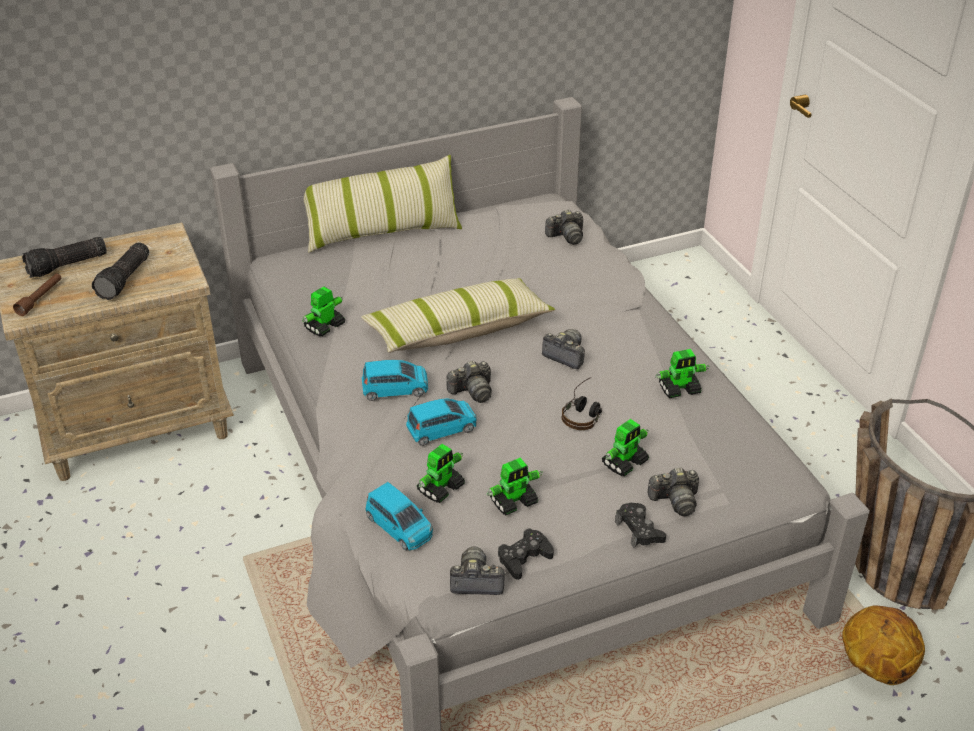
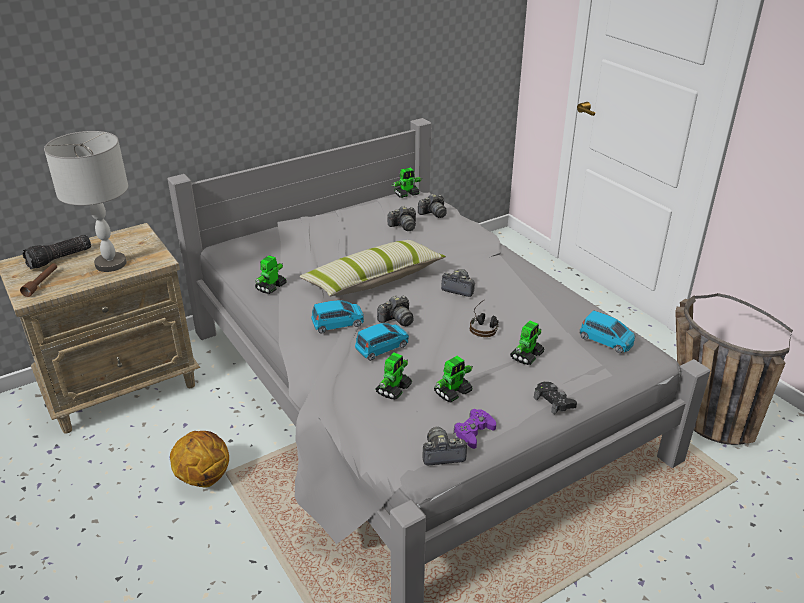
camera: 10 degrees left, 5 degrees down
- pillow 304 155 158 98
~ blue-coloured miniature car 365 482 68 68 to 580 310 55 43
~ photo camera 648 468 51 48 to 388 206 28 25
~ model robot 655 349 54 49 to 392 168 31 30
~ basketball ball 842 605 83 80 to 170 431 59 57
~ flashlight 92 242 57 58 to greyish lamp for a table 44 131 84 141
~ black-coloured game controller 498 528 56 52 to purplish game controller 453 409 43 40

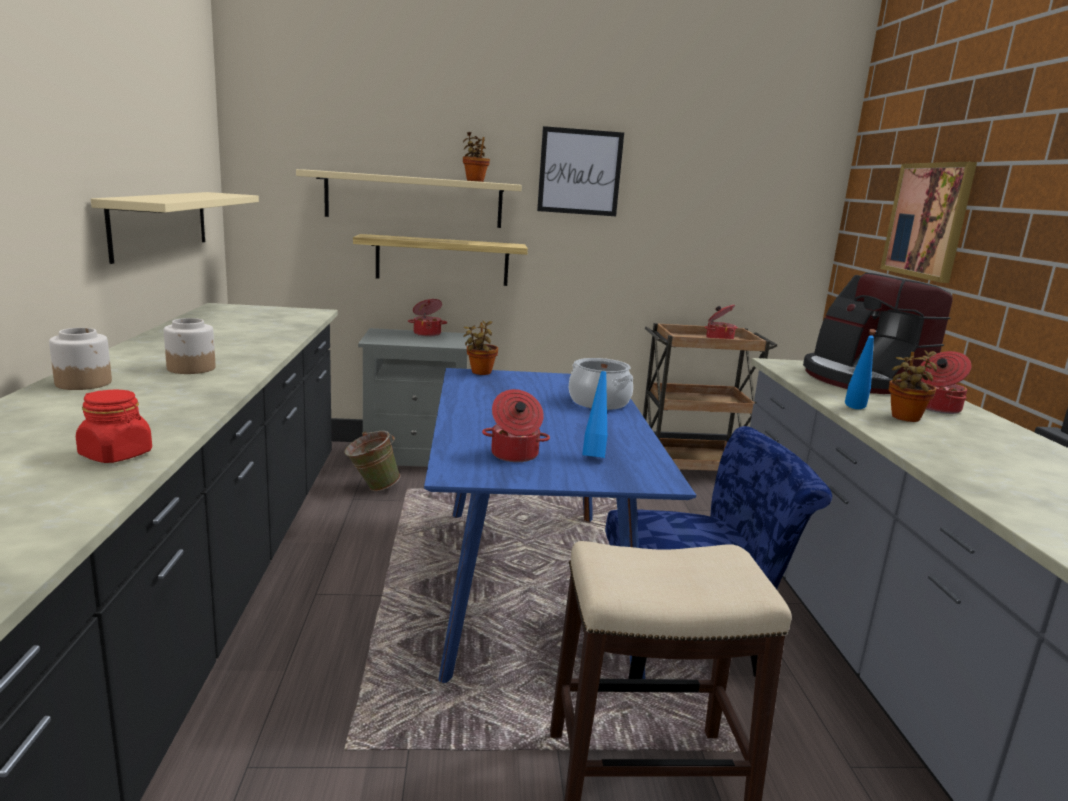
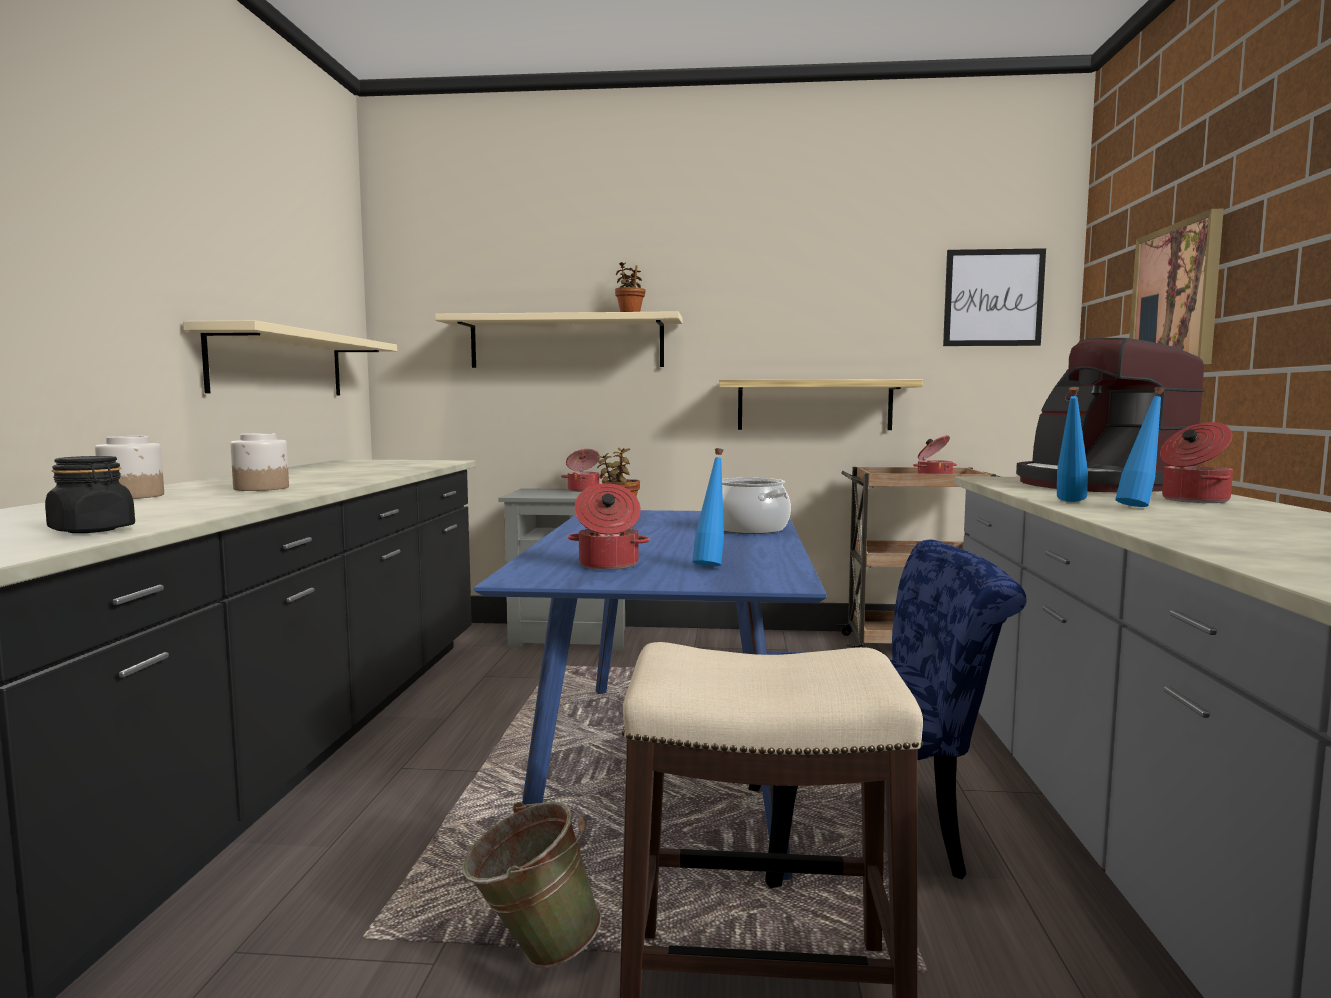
camera: 10 degrees right, 10 degrees down
~ green bucket 344 431 56 60 to 463 802 138 166
~ shelf 353 234 175 52 to 719 379 204 51
~ picture 537 126 87 90 to 943 248 103 98
~ plant in a pot 889 350 48 72 to blue-coloured beverage bottle 1115 387 49 120
~ reddish preserve jar 76 390 76 73 to black-coloured preserve jar 45 456 90 77

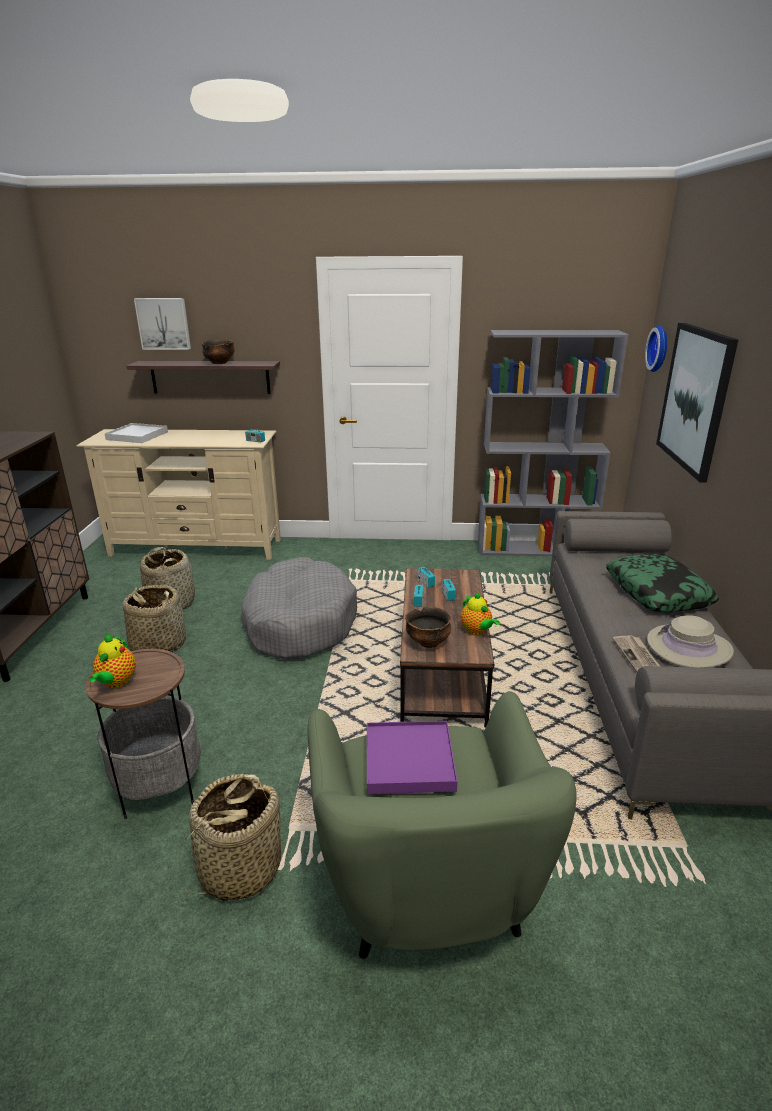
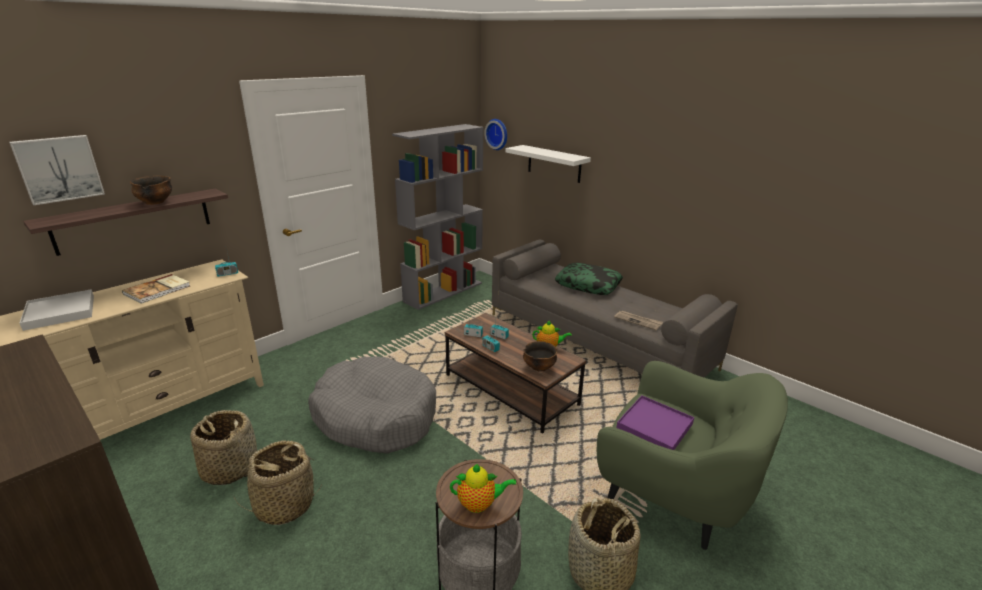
camera: 50 degrees left, 0 degrees up
- beige clothing hat 647 615 87 53
+ bound book 122 274 68 30
~ picture 656 323 82 160 to white-coloured shelf 506 145 85 38
~ teapot 89 634 47 54 = 450 464 66 49 45 degrees counterclockwise

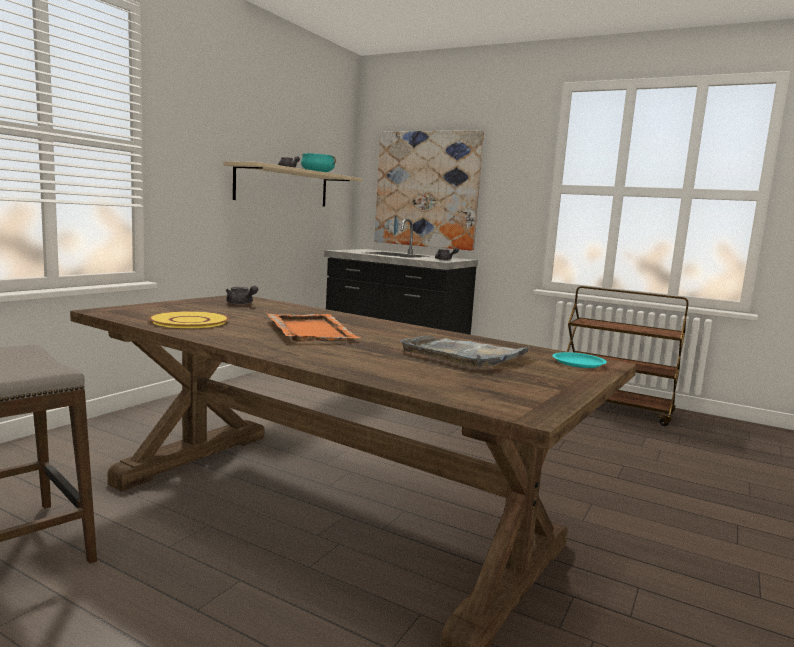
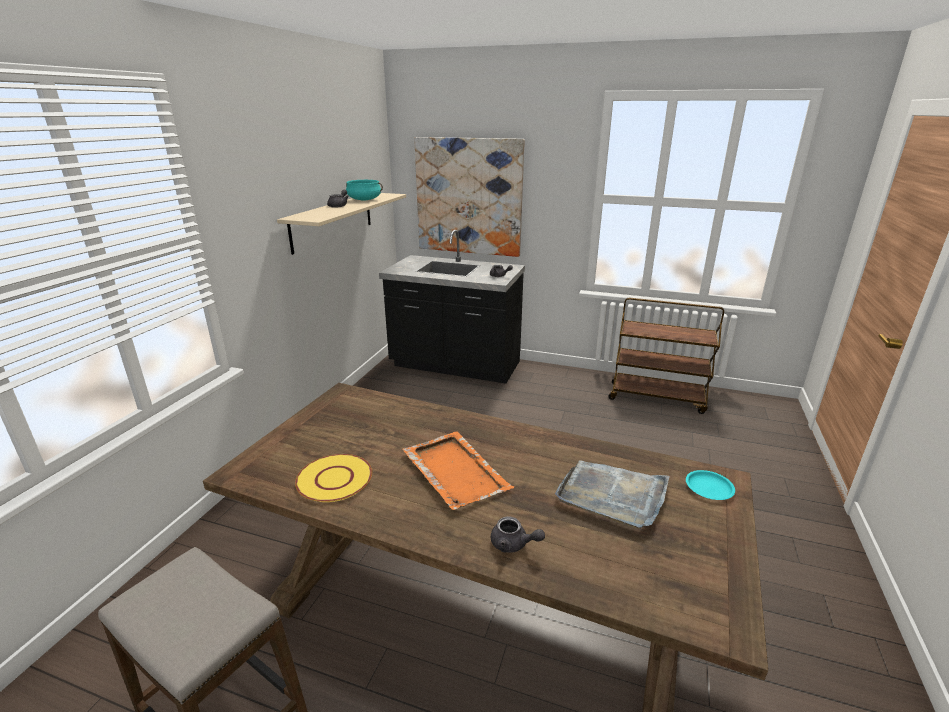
camera: 10 degrees left, 15 degrees up
~ greyish teapot 226 286 32 19 to 491 517 54 36

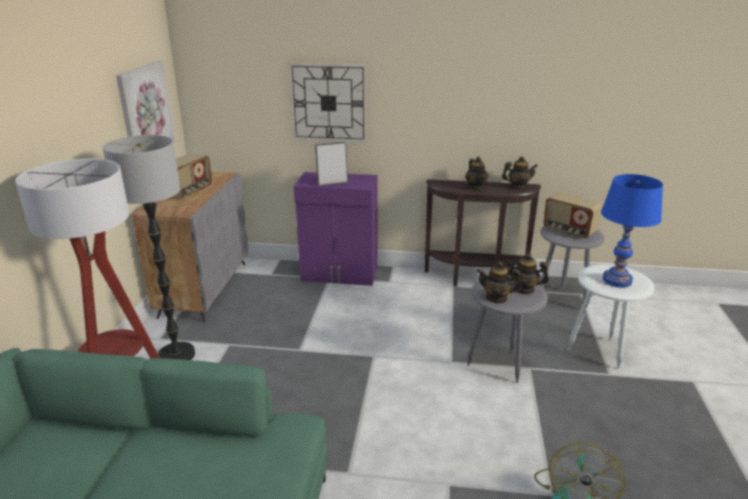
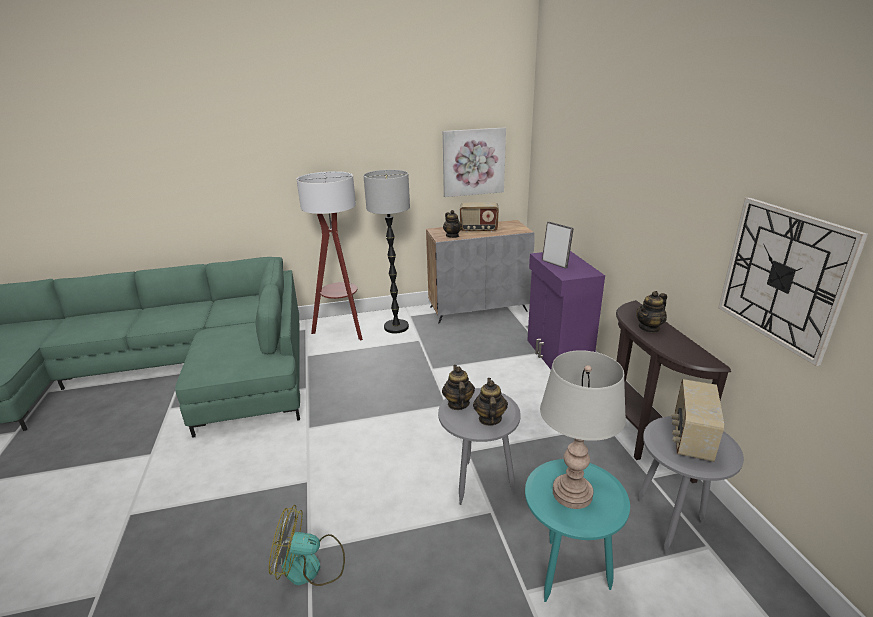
camera: 70 degrees right, 0 degrees up
~ clock on the wall 288 63 79 80 to 718 197 150 169
~ teapot 502 156 36 33 to 443 210 19 28
~ white-coloured side table 568 264 87 105 to blue-green side table 525 459 105 143
~ blue-coloured lamp for a table 601 174 62 114 to greyish lamp for a table 540 350 86 159

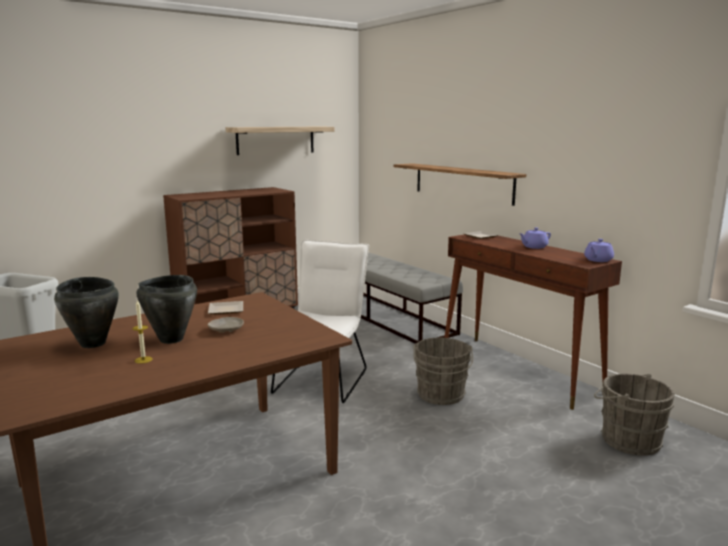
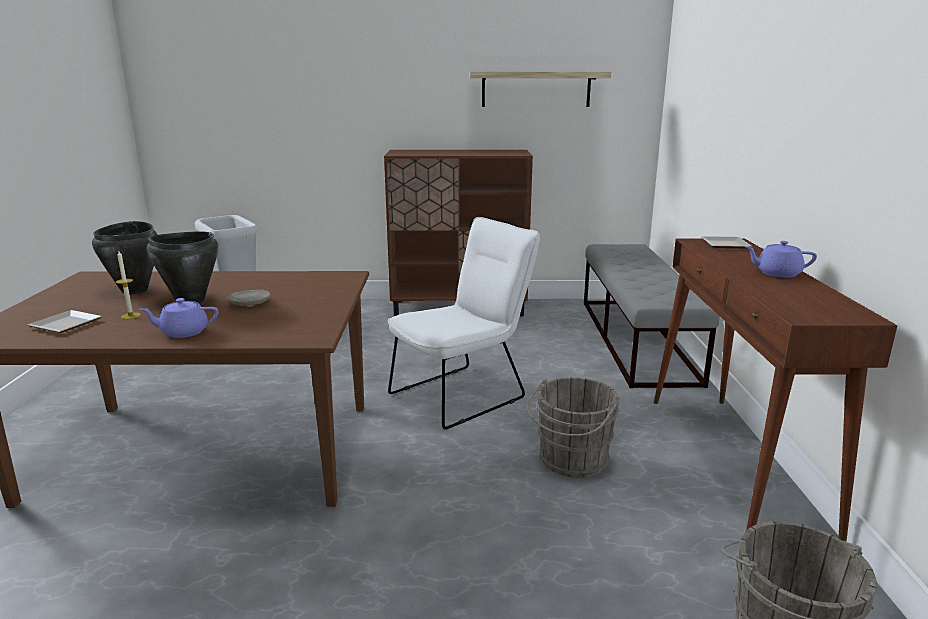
camera: 35 degrees right, 5 degrees up
- shelf 393 163 133 43
~ flat dish 208 301 35 14 to 28 310 74 23
~ purplish teapot 584 239 30 23 to 139 298 79 40

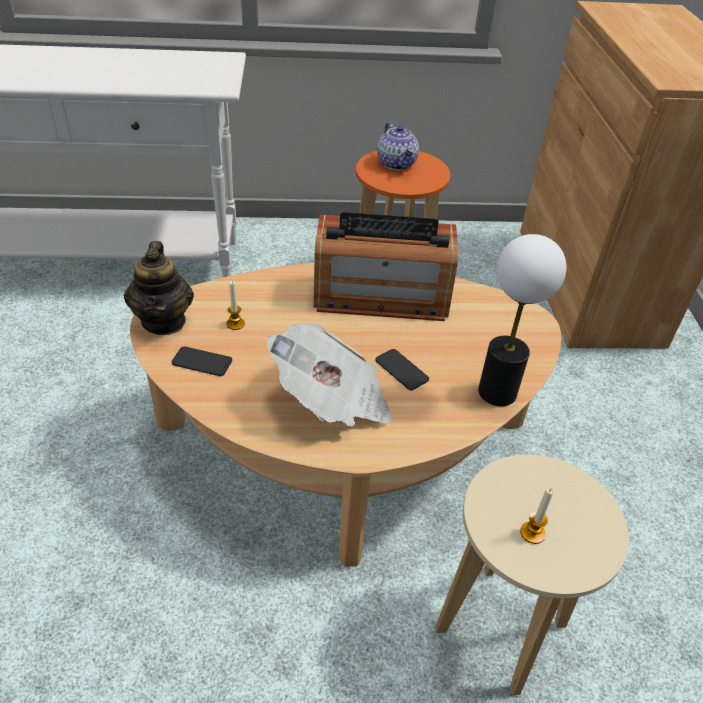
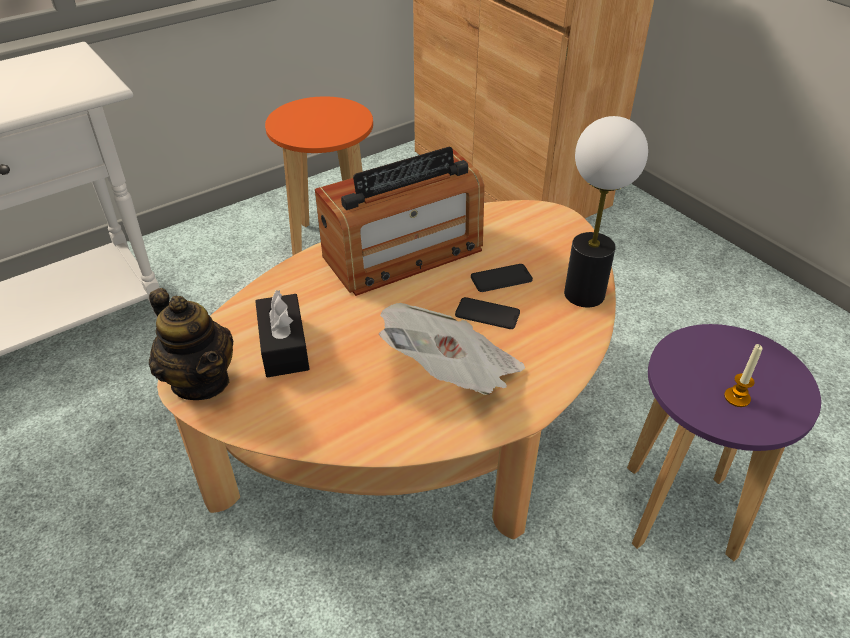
camera: 30 degrees left, 0 degrees up
- teapot 377 122 42 48
~ phone 172 347 60 29 to 471 264 62 28
~ candle 226 280 19 50 to black-coloured box of tissues 255 290 55 87
~ beige stool seat 435 454 194 241 to purplish stool seat 627 324 194 237

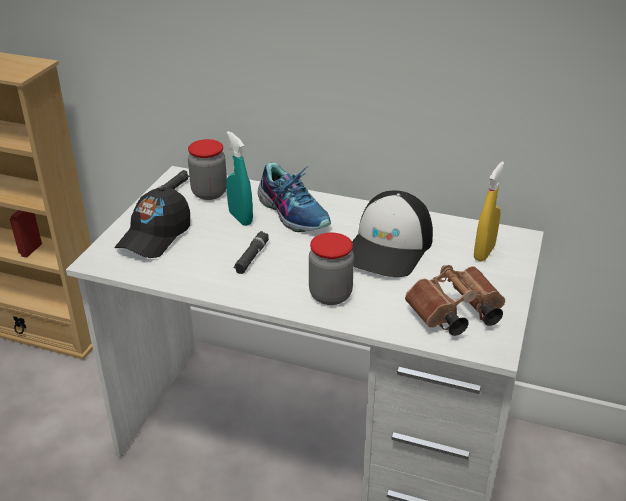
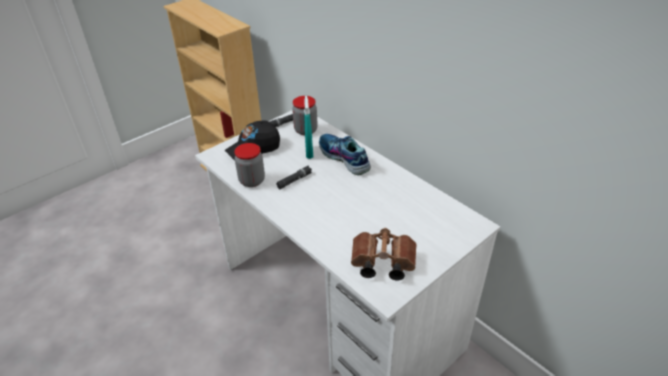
camera: 30 degrees right, 5 degrees up
- cap 352 191 81 86
- yellow sprayer 474 161 30 101
~ preserve jar 309 233 45 72 to 234 143 31 44
~ item of footwear 257 162 74 70 = 319 134 52 41 150 degrees clockwise

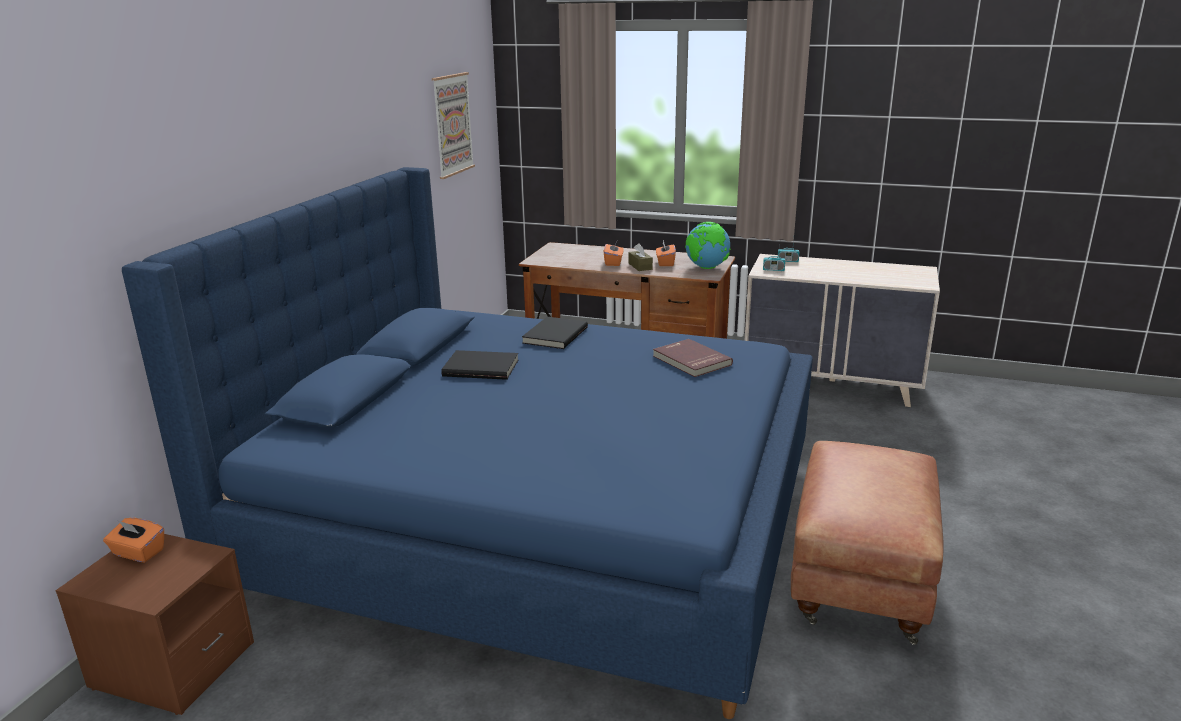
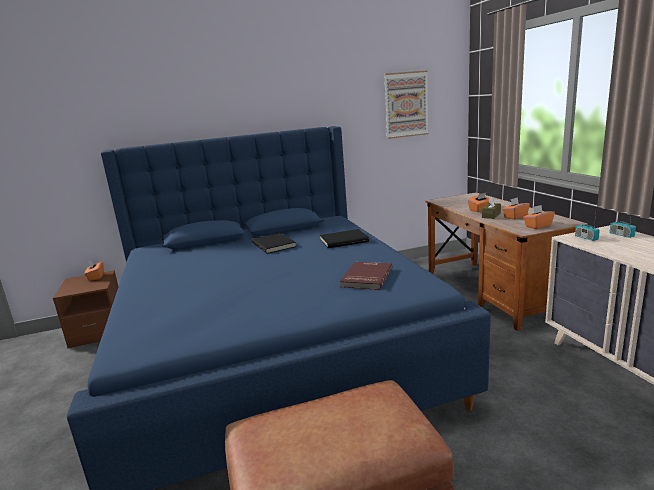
camera: 55 degrees right, 5 degrees down
~ world globe 685 222 46 47 to orange box of tissues 523 205 32 24

